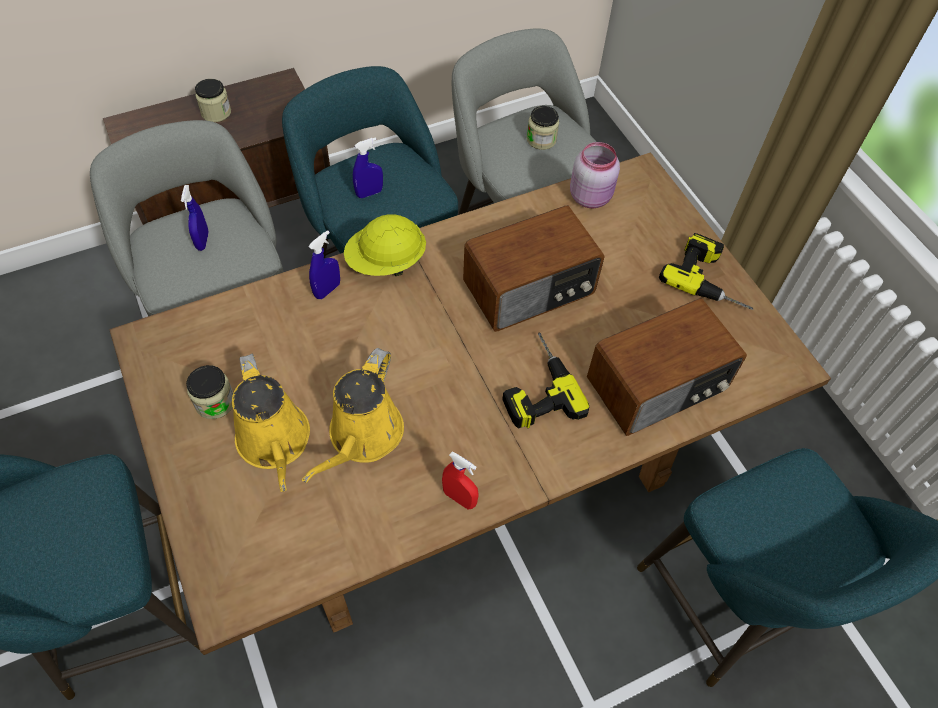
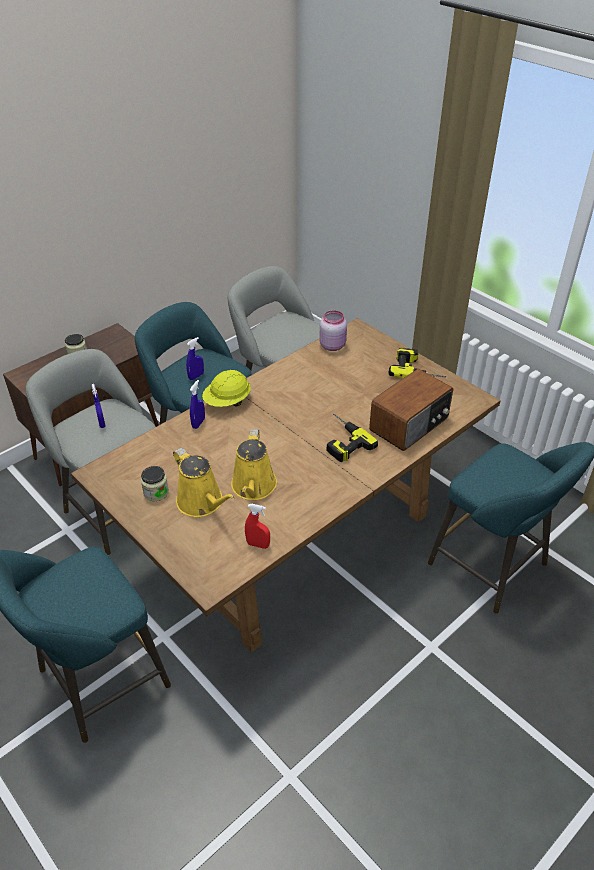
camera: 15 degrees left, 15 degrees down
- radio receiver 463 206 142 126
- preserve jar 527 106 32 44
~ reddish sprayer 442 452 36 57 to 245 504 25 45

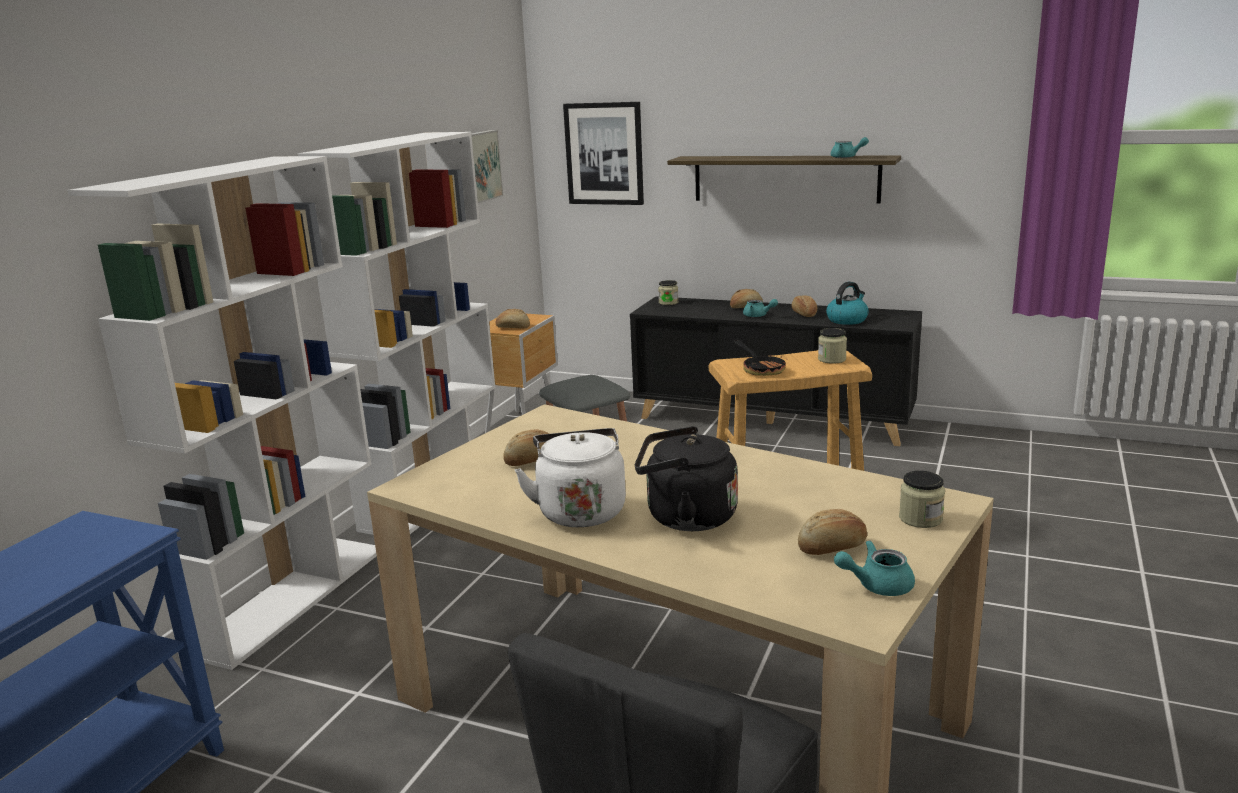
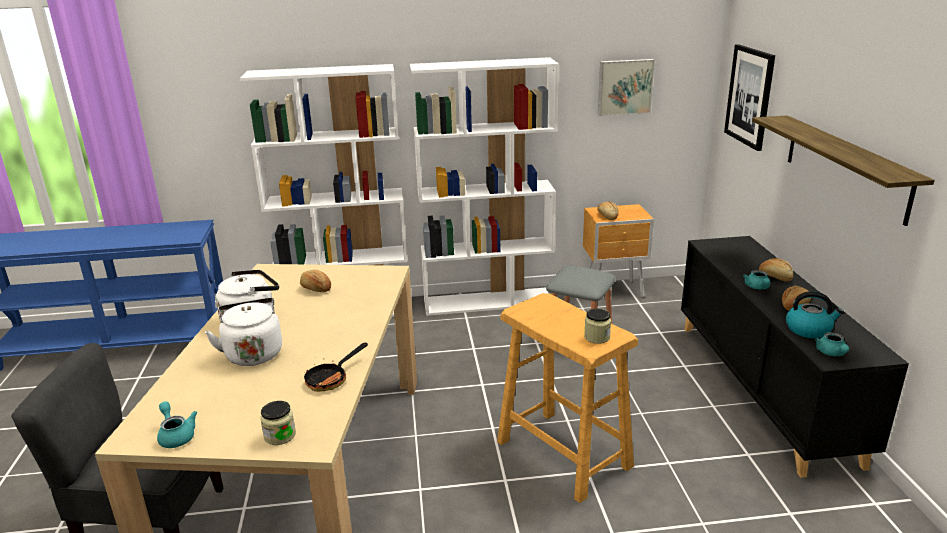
camera: 60 degrees right, 5 degrees up
- preserve jar 658 280 20 25
- bread 798 509 69 46
~ skillet 733 340 53 36 to 304 343 64 49
~ blue-green teapot 831 137 38 21 to 815 332 34 24
~ black-coloured water kettle 635 426 103 105 to white-coloured water kettle 205 298 77 68

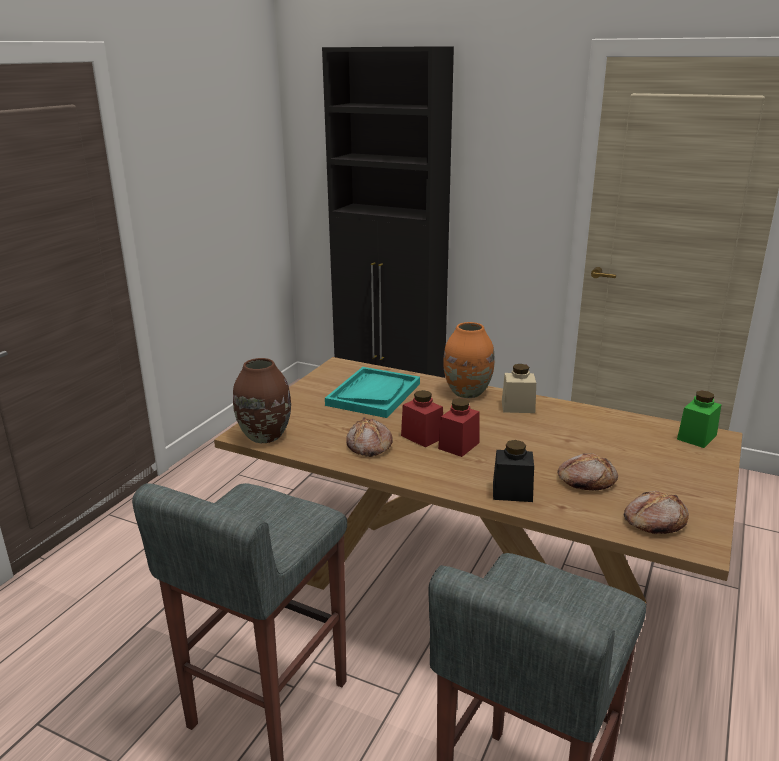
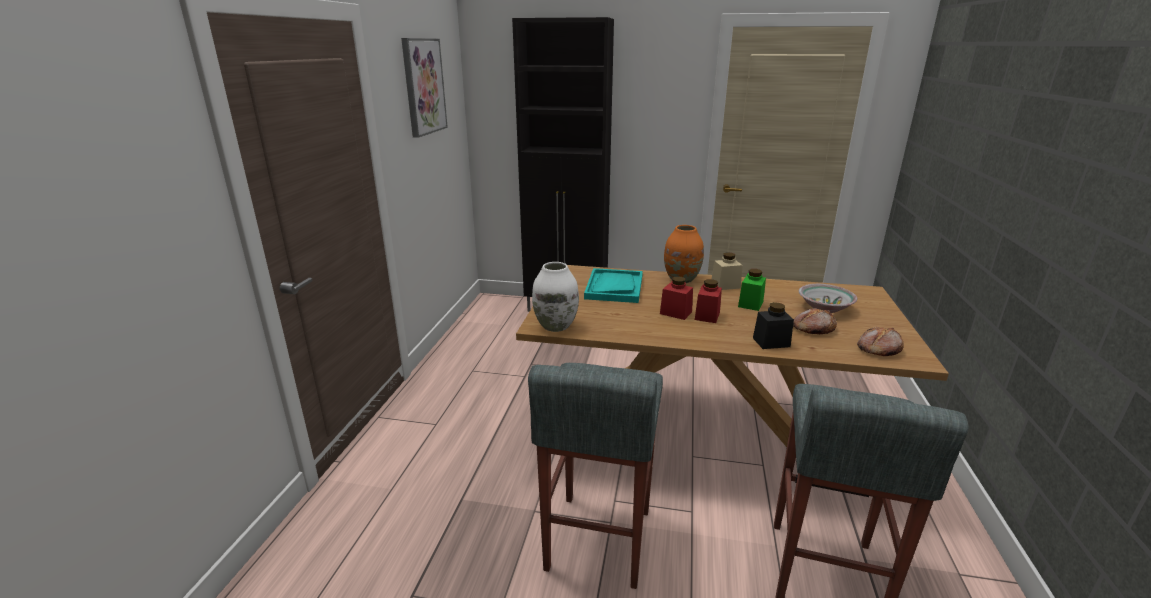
camera: 15 degrees left, 0 degrees up
- bread 346 417 47 40
+ picture 401 38 47 100
+ bowl 799 284 58 29
~ green preserve jar 677 391 45 57 to 738 269 28 42
~ brown decorative vase 233 358 58 85 to white-coloured decorative vase 532 262 47 70

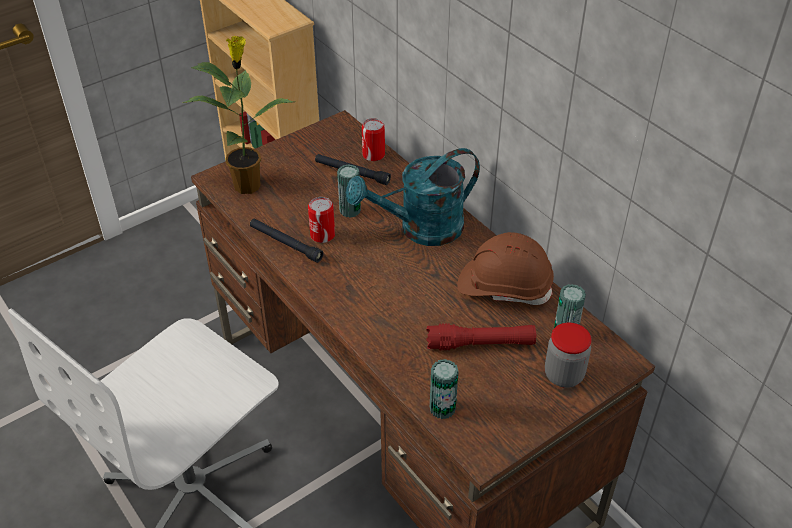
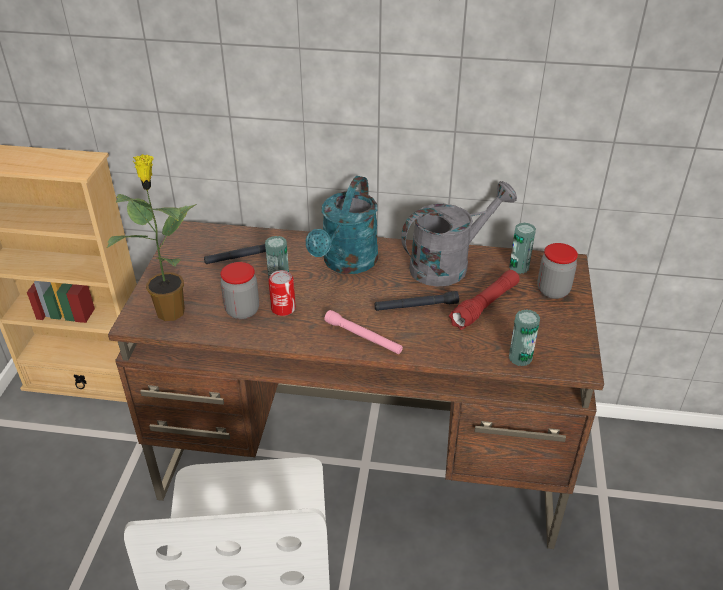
camera: 45 degrees left, 5 degrees down
- metal can 362 118 23 43
+ preserve jar 221 262 38 57
+ pink-coloured flashlight 324 310 79 44
~ black-coloured flashlight 250 219 73 44 to 374 291 85 20
~ brown work helmet 457 232 97 73 to greyish sprinkling can 401 181 116 106

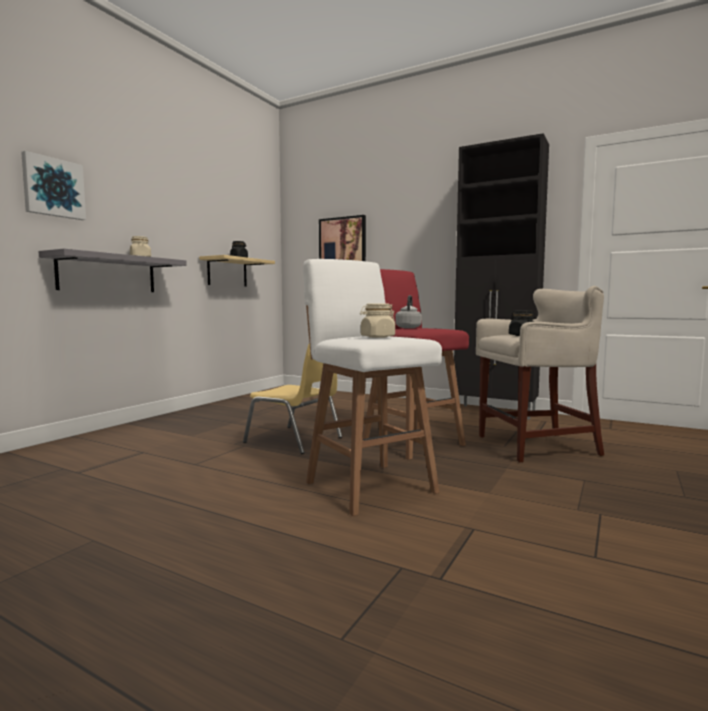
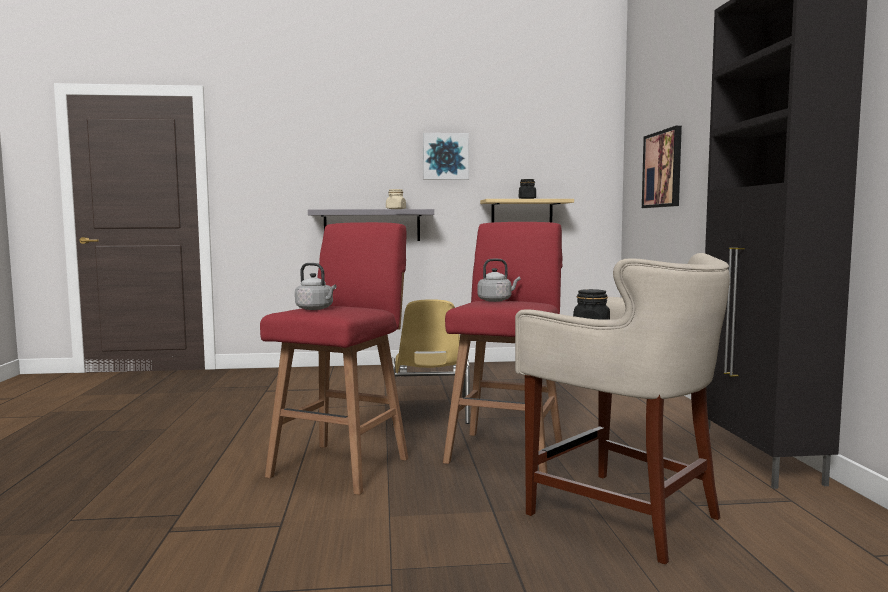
camera: 55 degrees right, 0 degrees up
~ picture 21 151 65 69 to 423 133 46 47
~ beige preserve jar 360 304 35 34 to greyish water kettle 295 263 42 47
~ white-coloured stool seat 303 259 139 257 to reddish stool seat 260 222 148 273

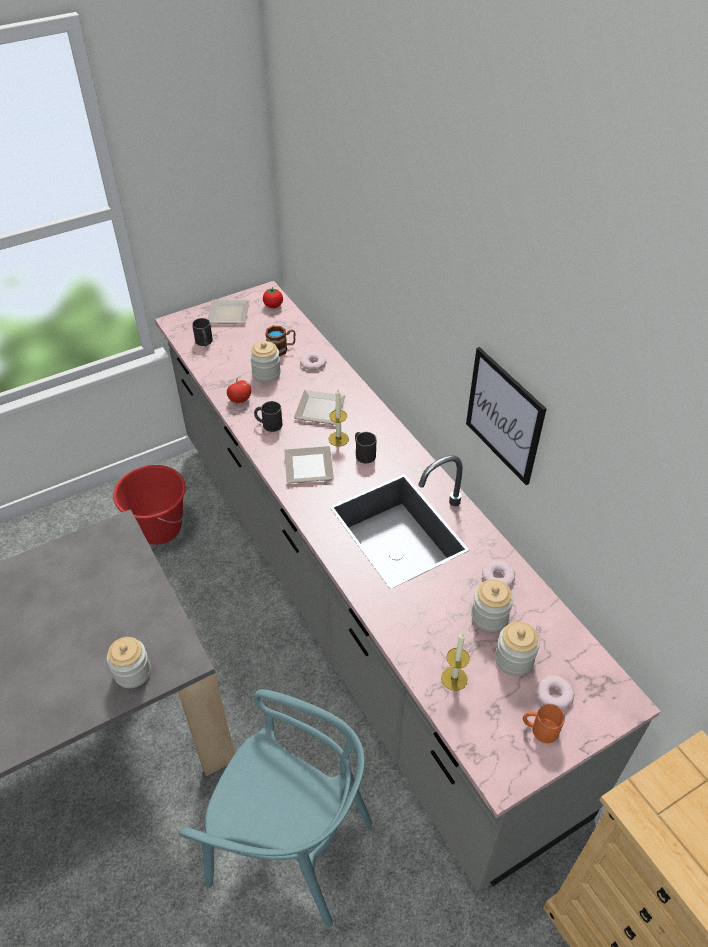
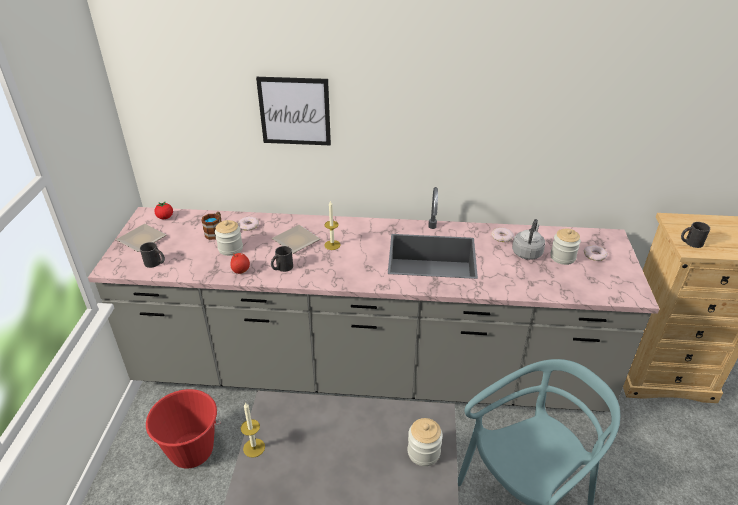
camera: 55 degrees left, 10 degrees down
- flat dish 284 446 50 37
- orange coffee mug 523 704 42 39
~ black-coloured coffee mug 355 432 21 31 to 681 222 29 26
~ candle 441 633 29 58 to 241 402 24 56
~ picture 466 347 81 138 to 256 77 75 68
~ preserve jar 471 579 42 53 to greyish water kettle 512 219 33 41

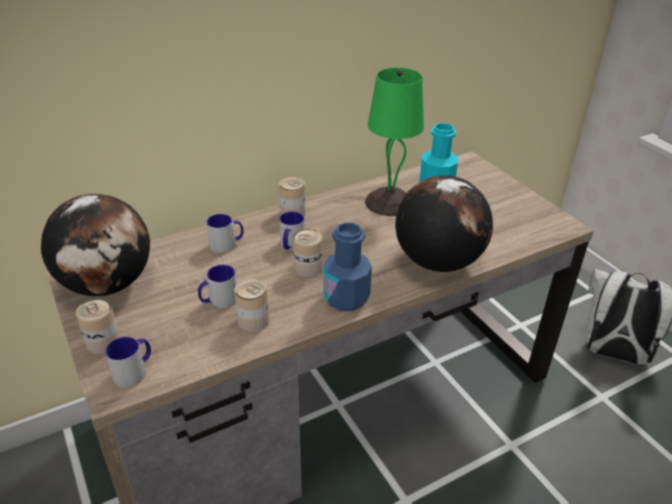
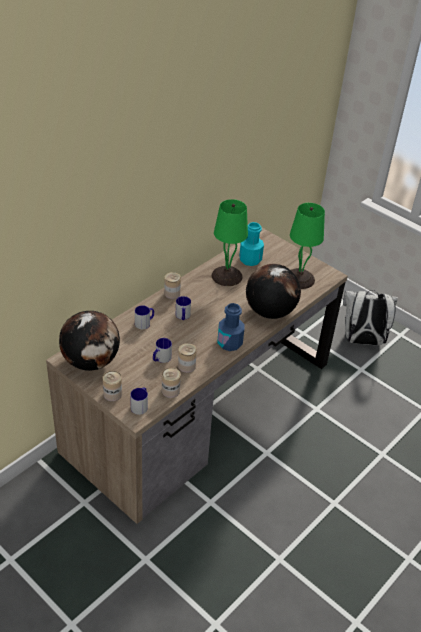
camera: 20 degrees left, 5 degrees up
+ green lamp for a table 290 203 35 86
~ metal can 293 229 29 48 to 162 367 19 31

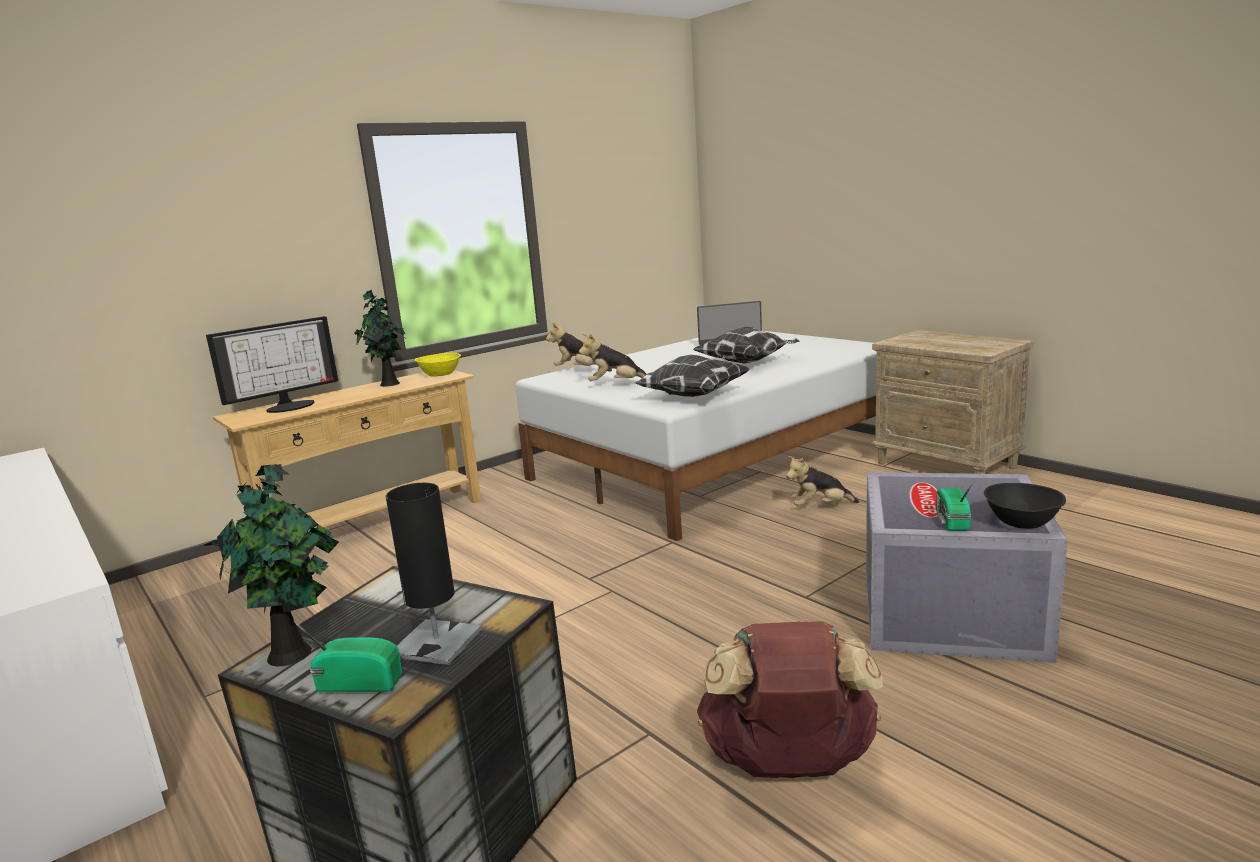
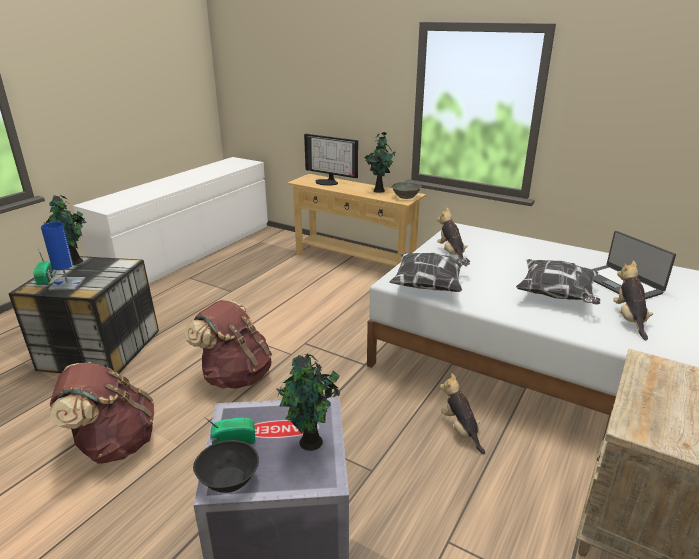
camera: 70 degrees right, 10 degrees up
+ brown rucksack 185 300 87 89
+ plant in a pot 276 353 64 98
~ cuddly toy 546 322 66 50 to 613 260 40 80
~ black-coloured lamp for a table 386 483 95 182 to blue-coloured lamp for a table 41 222 45 68
~ yellow bowl 415 353 46 24 to greyish bowl 391 182 31 17

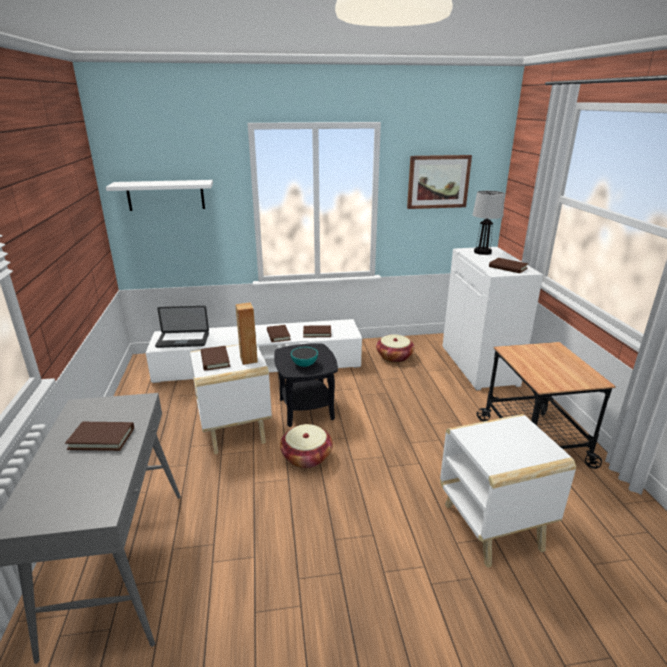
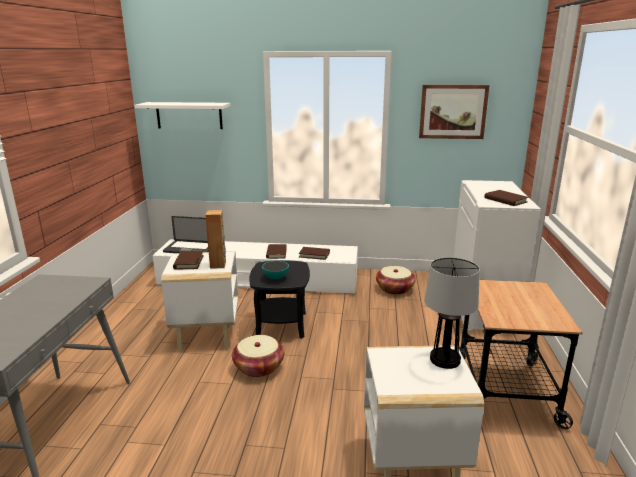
camera: 15 degrees right, 5 degrees down
- brown bound book 65 422 69 29
~ lamp for a table 473 191 32 64 to 424 257 56 112

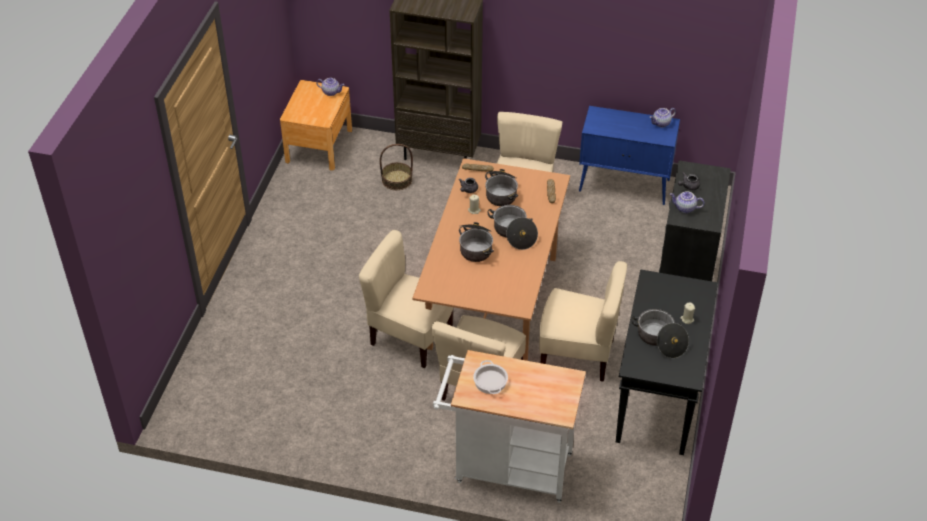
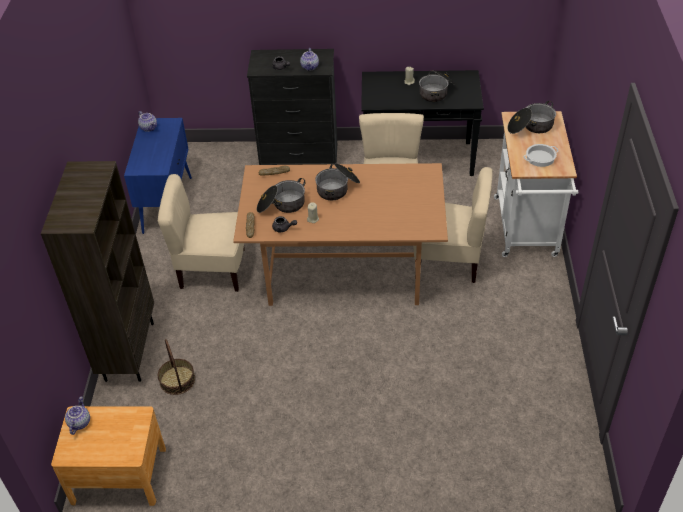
camera: 100 degrees left, 0 degrees up
- beige upright chair 359 230 95 138
~ stockpot 459 222 35 40 to 508 101 48 33

